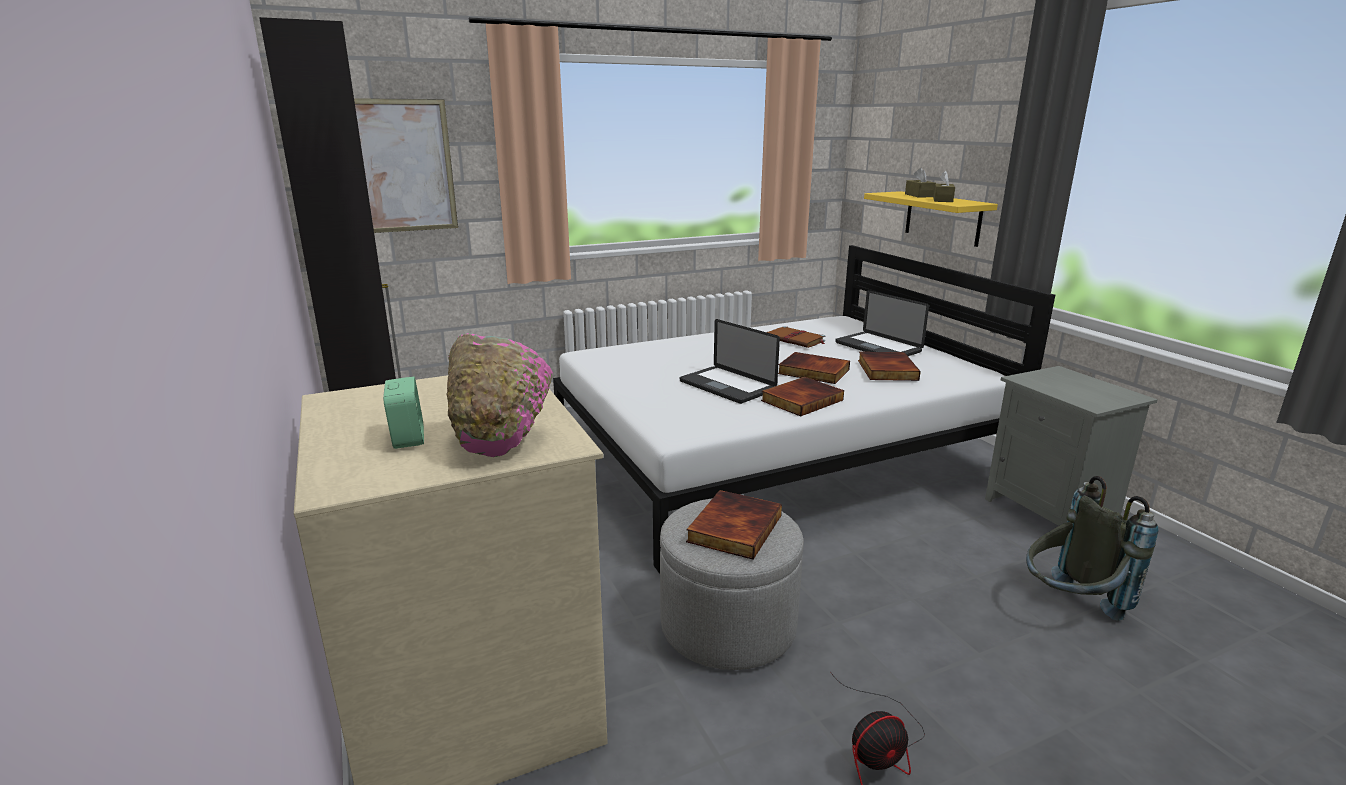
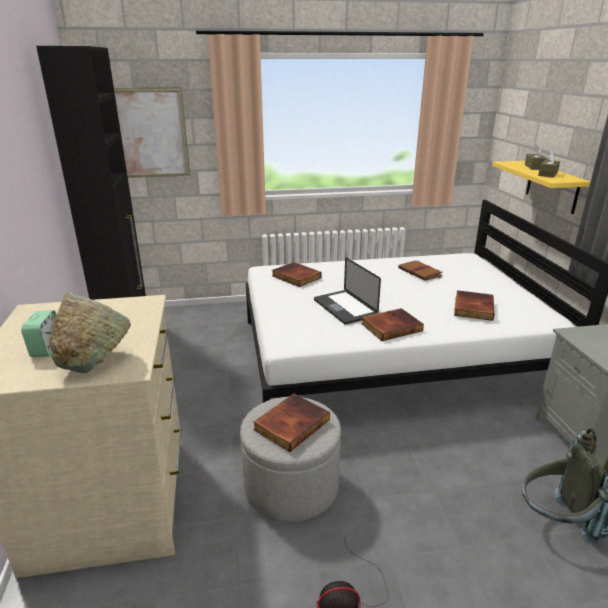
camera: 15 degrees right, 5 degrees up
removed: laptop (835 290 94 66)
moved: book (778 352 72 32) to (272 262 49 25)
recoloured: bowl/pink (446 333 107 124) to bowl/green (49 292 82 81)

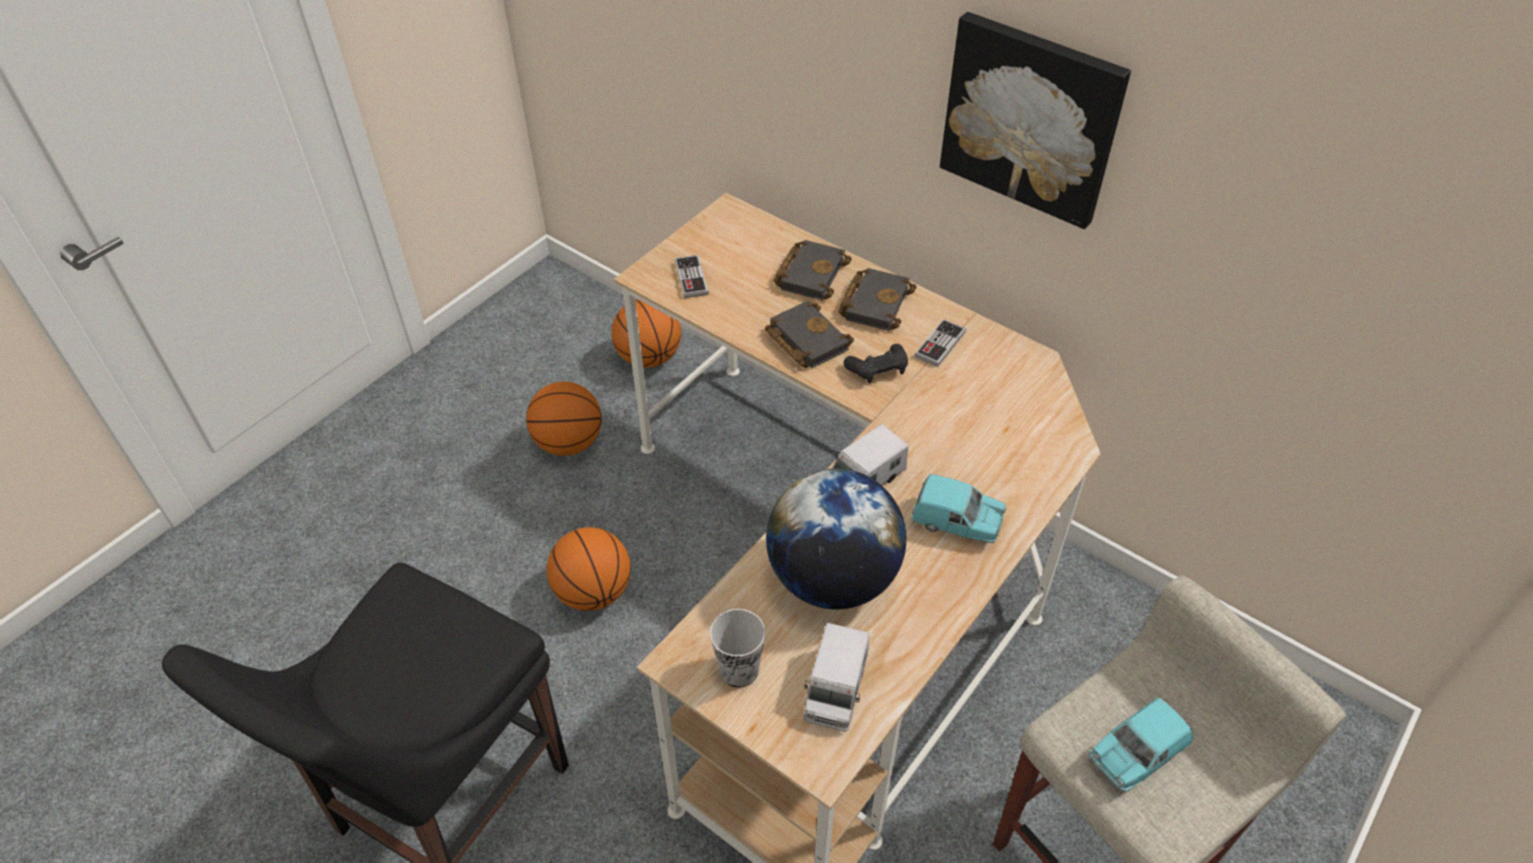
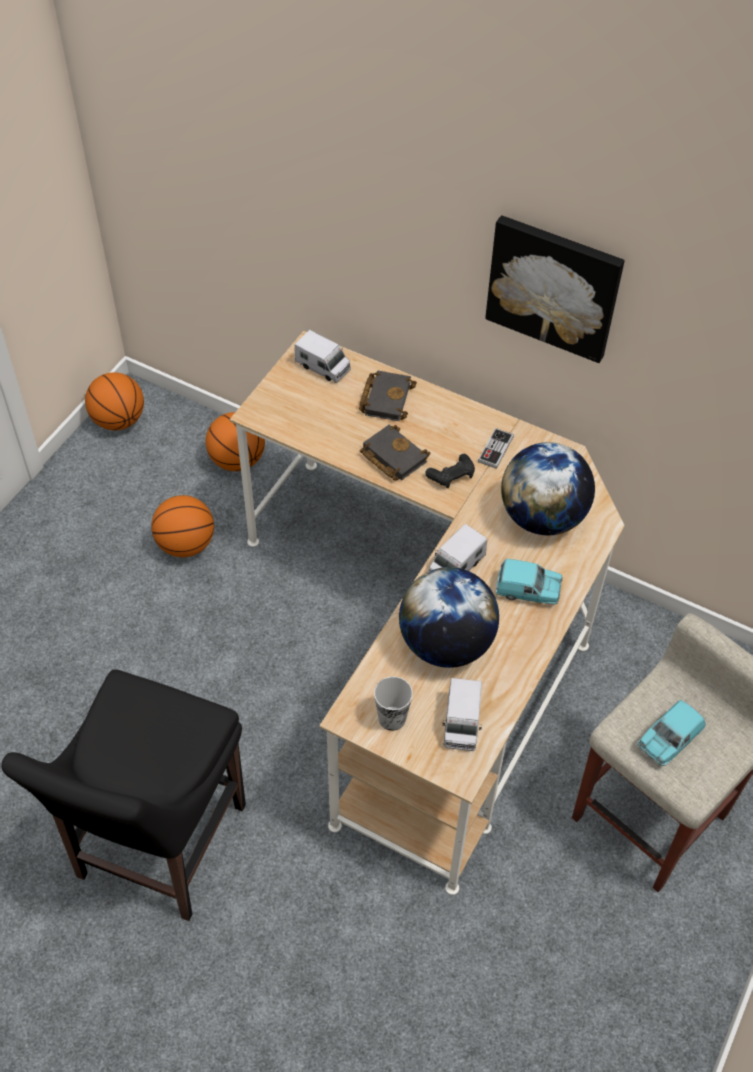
camera: 10 degrees left, 5 degrees up
removed: game controller (675 255 34 43); book/black (838 268 78 63)
added: toy truck (295 330 56 53); globe (501 442 94 93)
moved: basketball (547 527 84 84) to (85 372 59 58)

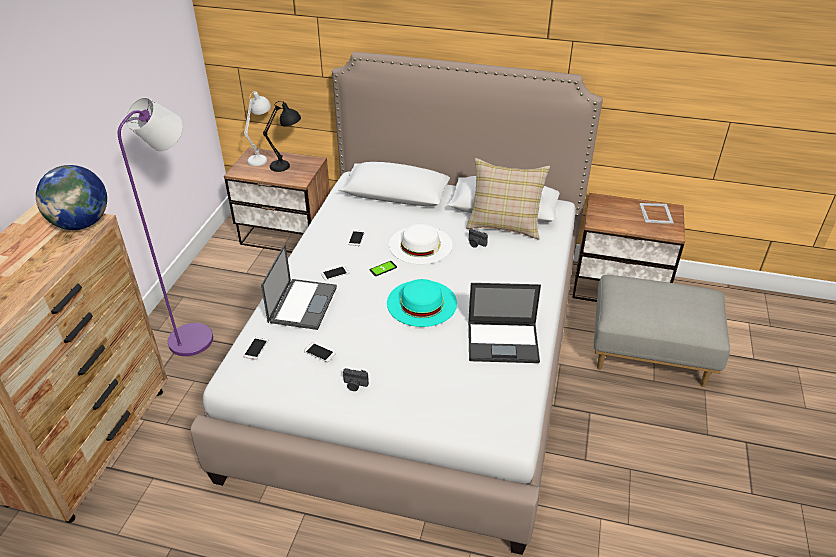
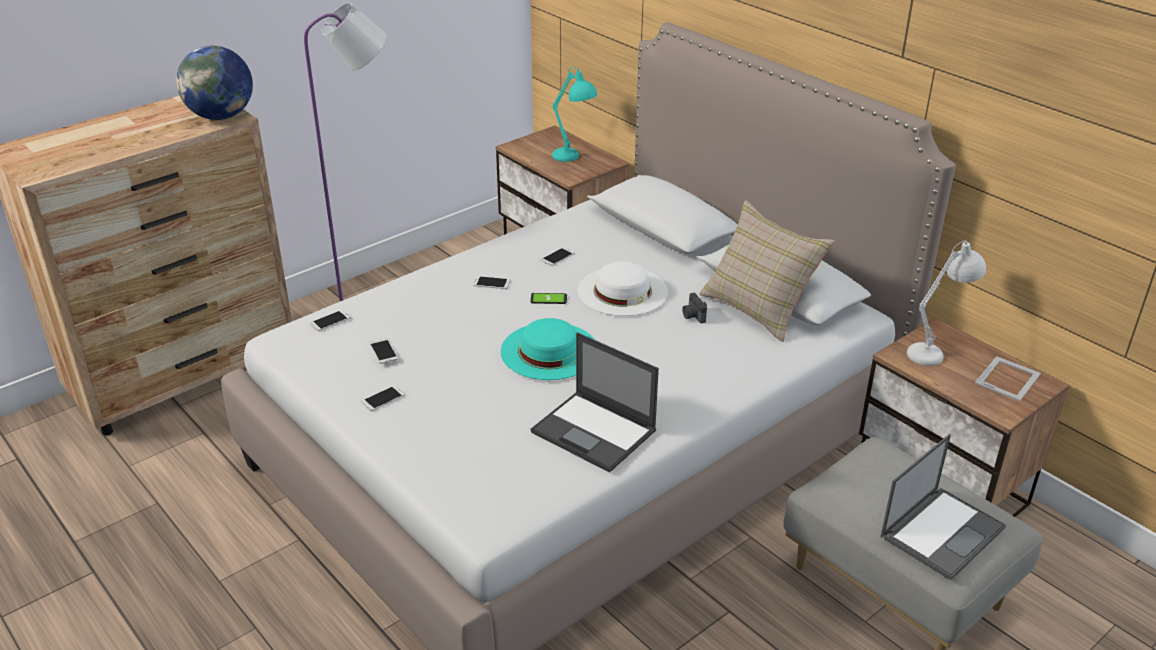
camera: 35 degrees right, 5 degrees down
moved: table lamp/white (244 91 27 75) to (907 240 79 126); laptop (261 244 76 86) to (880 434 126 146)
replaced: photo camera (343 368 26 23) to phone (361 385 44 26)
recoloured: table lamp/black (263 101 38 71) to table lamp/turquoise (552 67 45 95)

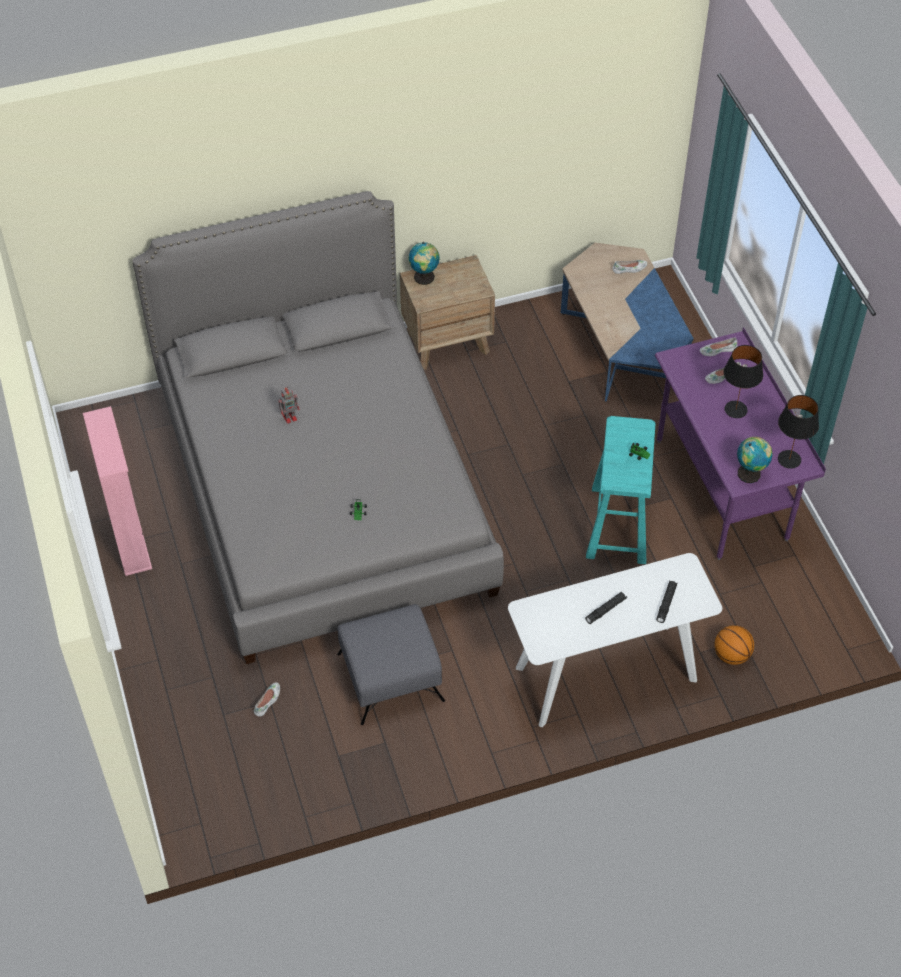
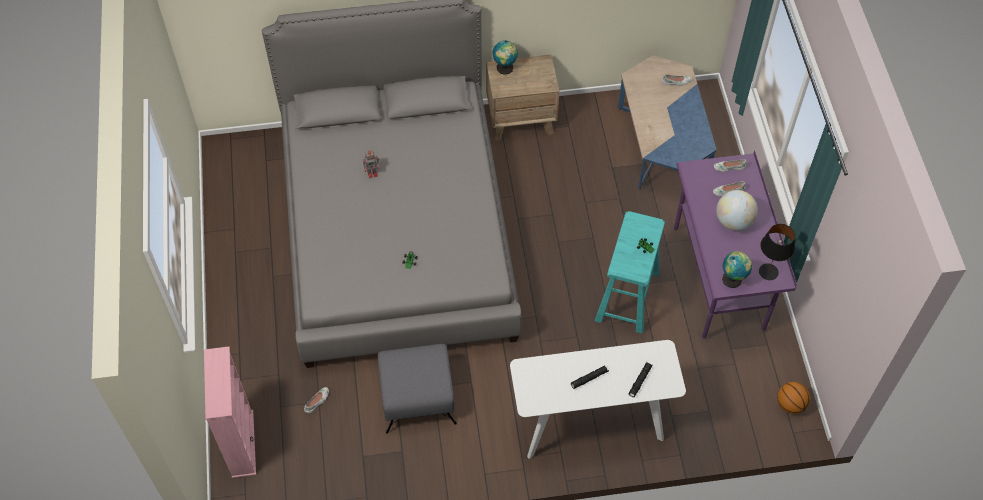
camera: 10 degrees right, 5 degrees up
moved: bookcase/pink (83 406 69 170) to (204 346 52 132); basketball (714 625 40 40) to (777 382 33 32)
replaced: table lamp/black (724 345 39 73) to globe (716 190 42 41)

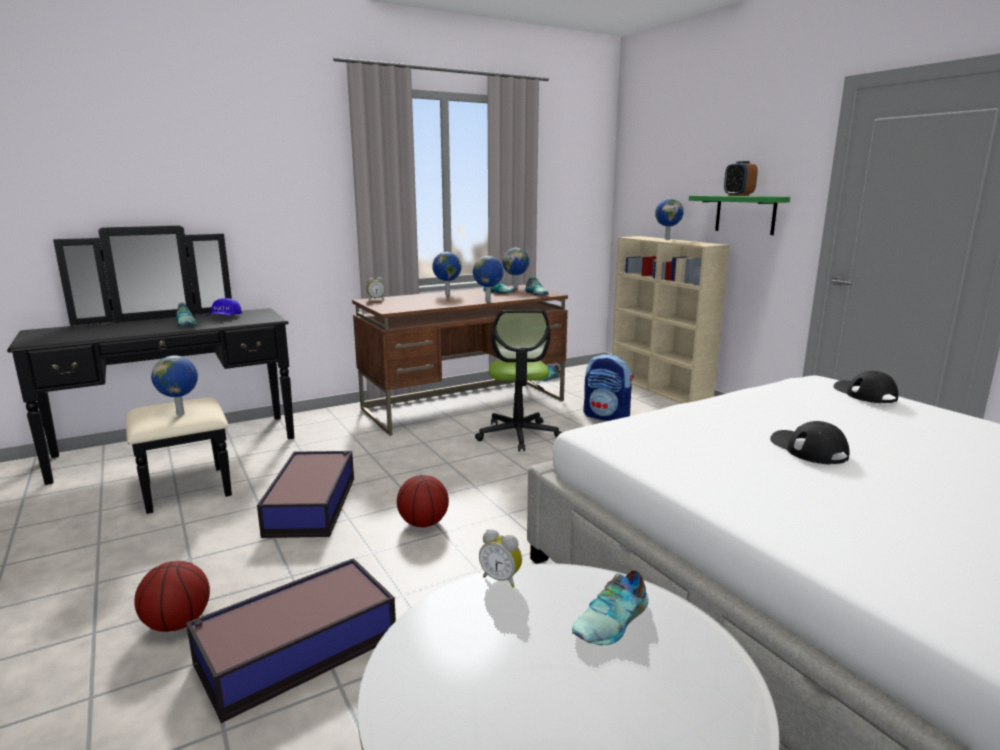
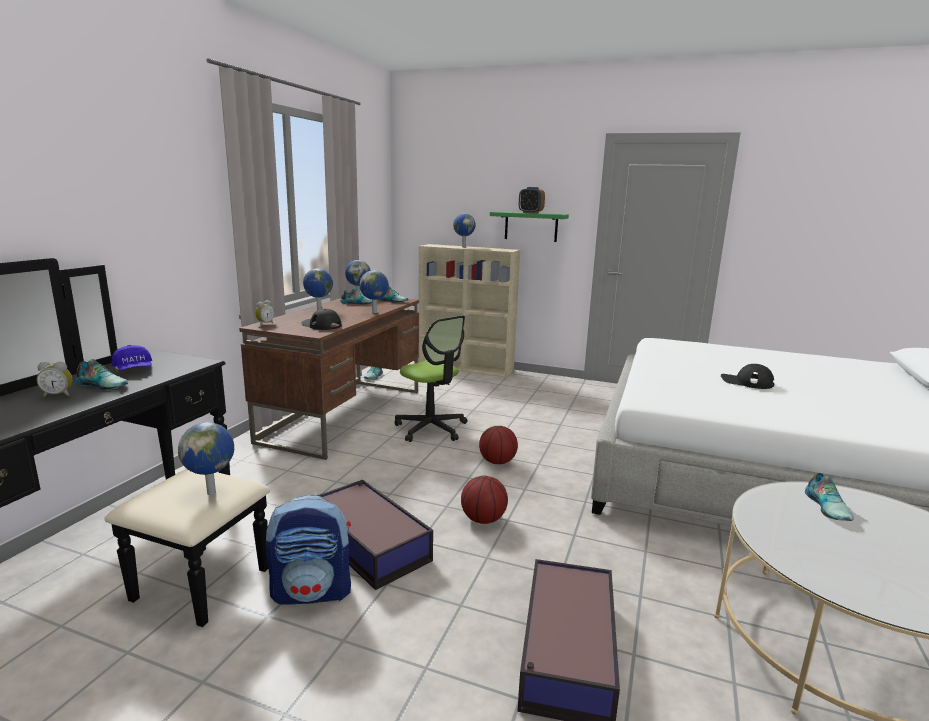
camera: 40 degrees left, 0 degrees up
moved: basketball (134 561 76 71) to (479 426 39 38); alarm clock (479 529 43 59) to (37 362 35 35); backpack (583 354 51 67) to (266 495 85 109); cap/black (833 371 66 32) to (301 309 41 21)

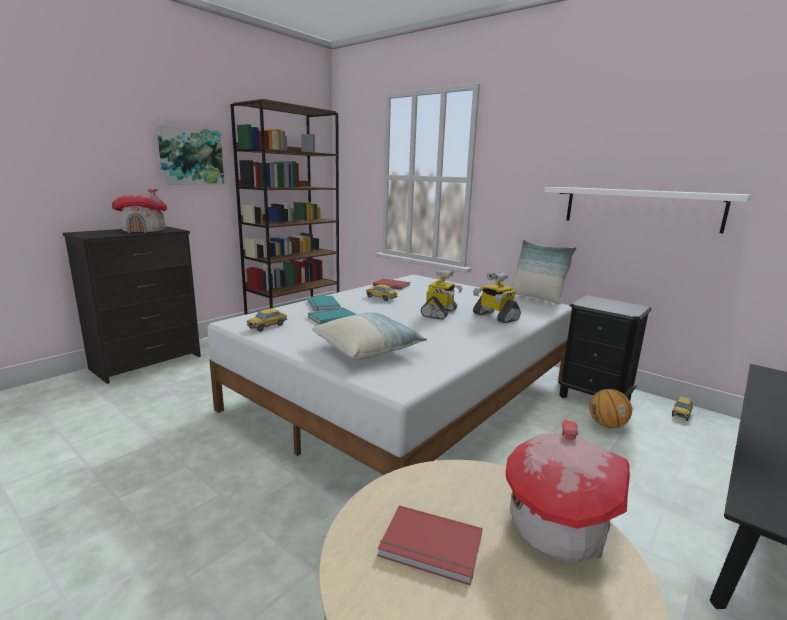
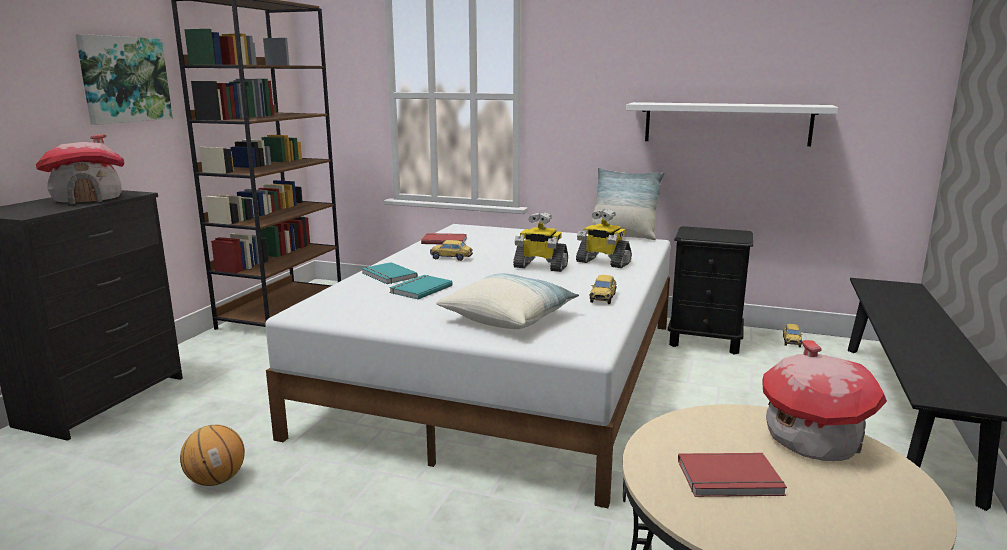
camera: 20 degrees left, 0 degrees up
moved: toy car (247 308 40 24) to (590 275 27 29); basketball (589 389 43 39) to (180 425 65 61)
turned: toy robot (421 269 41 51) = (513 212 55 60) 105 degrees clockwise

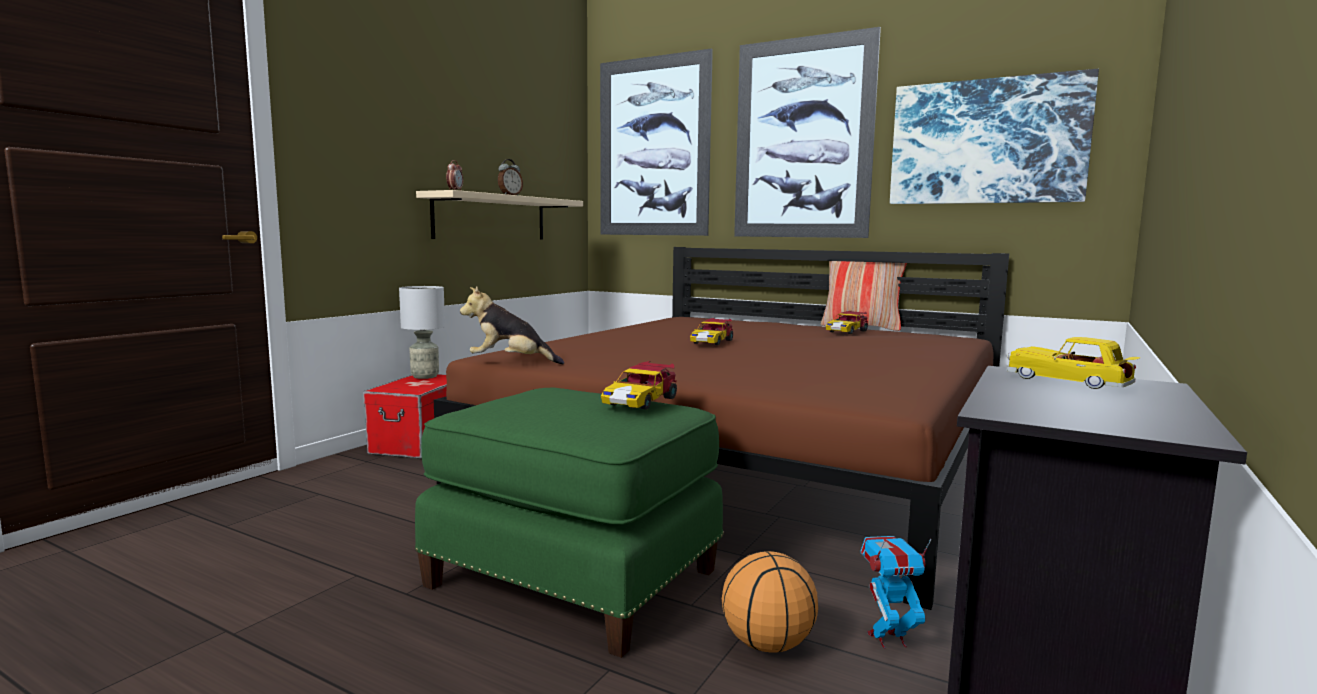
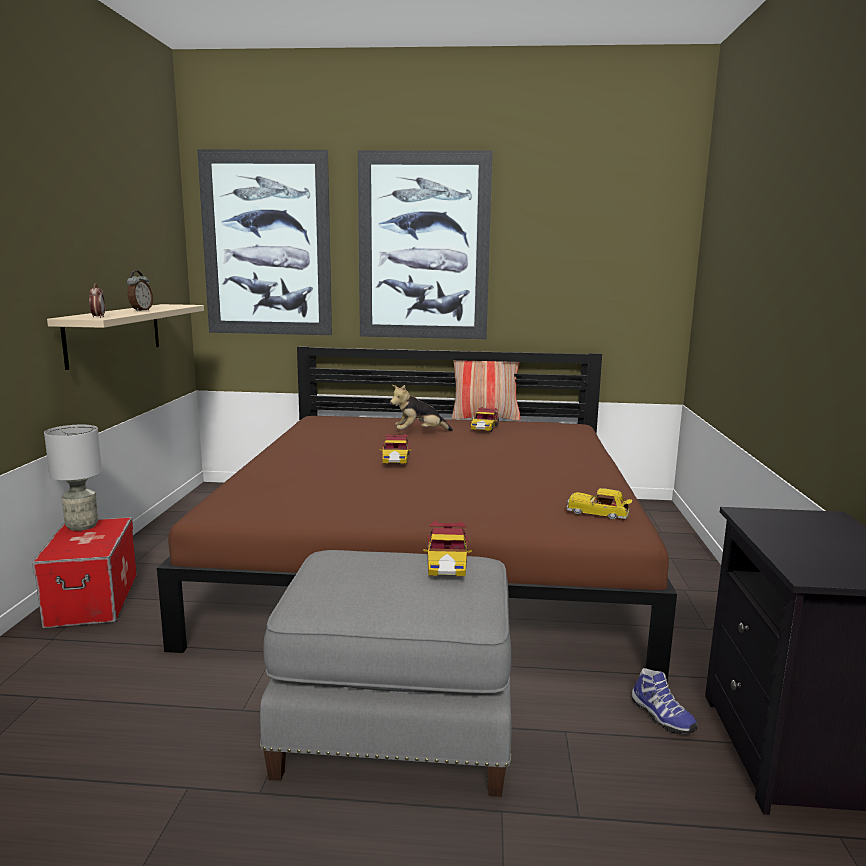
camera: 25 degrees left, 5 degrees up
removed: basketball (722 551 96 102); picture (890 69 209 135)
moved: plush toy (460 287 104 77) to (390 385 63 46); toy car (1006 337 134 52) to (567 488 65 32)
replaced: toy robot (860 536 71 113) to shoe (631 668 67 66)
recoloured: ottoman/green (415 388 309 270) to ottoman/grey (259 550 253 247)

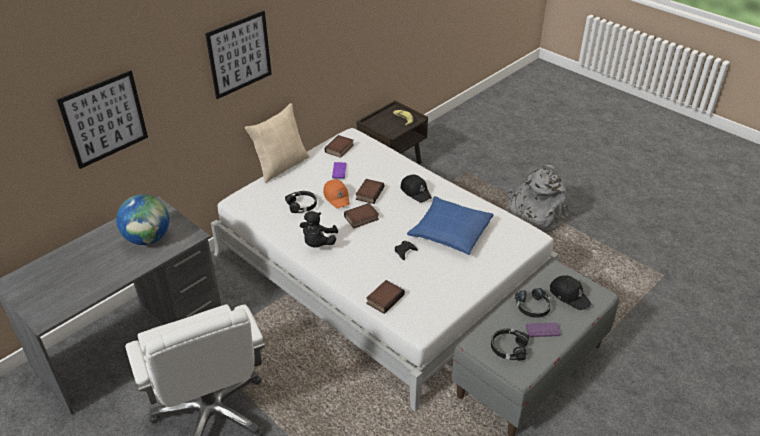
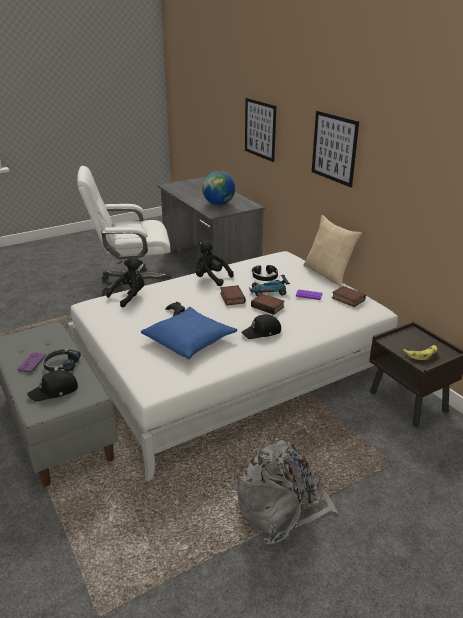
camera: 105 degrees right, 10 degrees down
removed: headphones/black (491 329 38 32)
replaced: cap/orange (323 179 27 30) to toy car (249 275 41 21); book (366 280 39 34) to plush toy/black (107 257 37 51)

